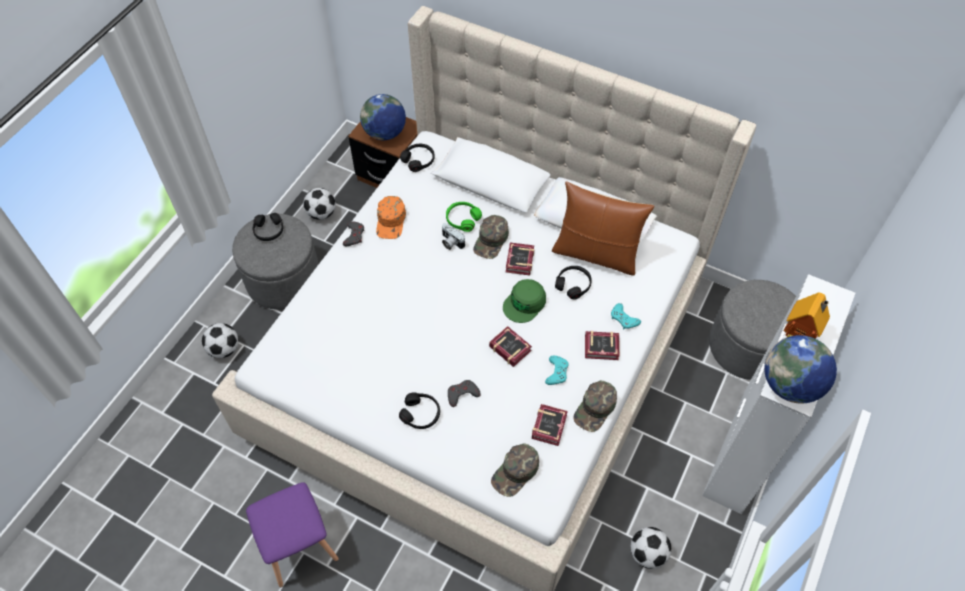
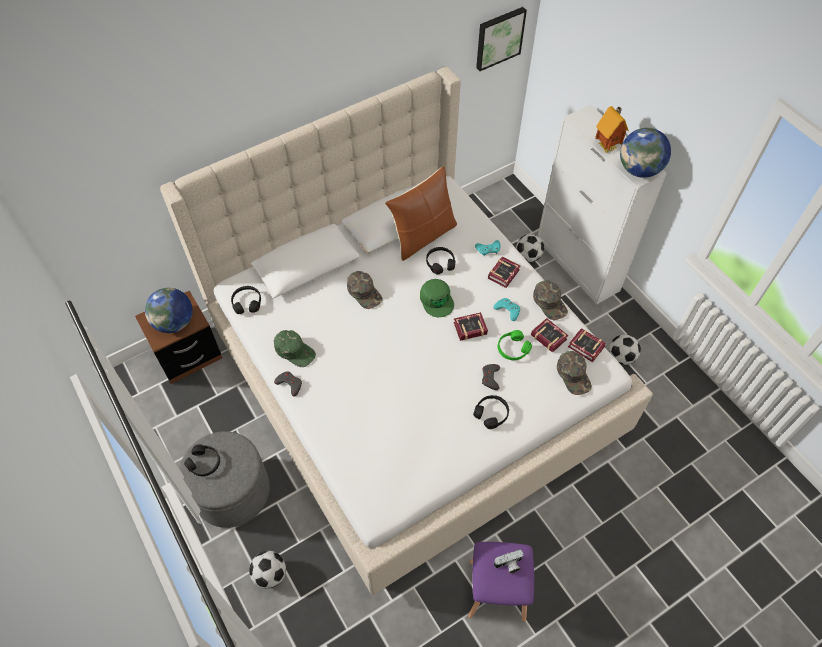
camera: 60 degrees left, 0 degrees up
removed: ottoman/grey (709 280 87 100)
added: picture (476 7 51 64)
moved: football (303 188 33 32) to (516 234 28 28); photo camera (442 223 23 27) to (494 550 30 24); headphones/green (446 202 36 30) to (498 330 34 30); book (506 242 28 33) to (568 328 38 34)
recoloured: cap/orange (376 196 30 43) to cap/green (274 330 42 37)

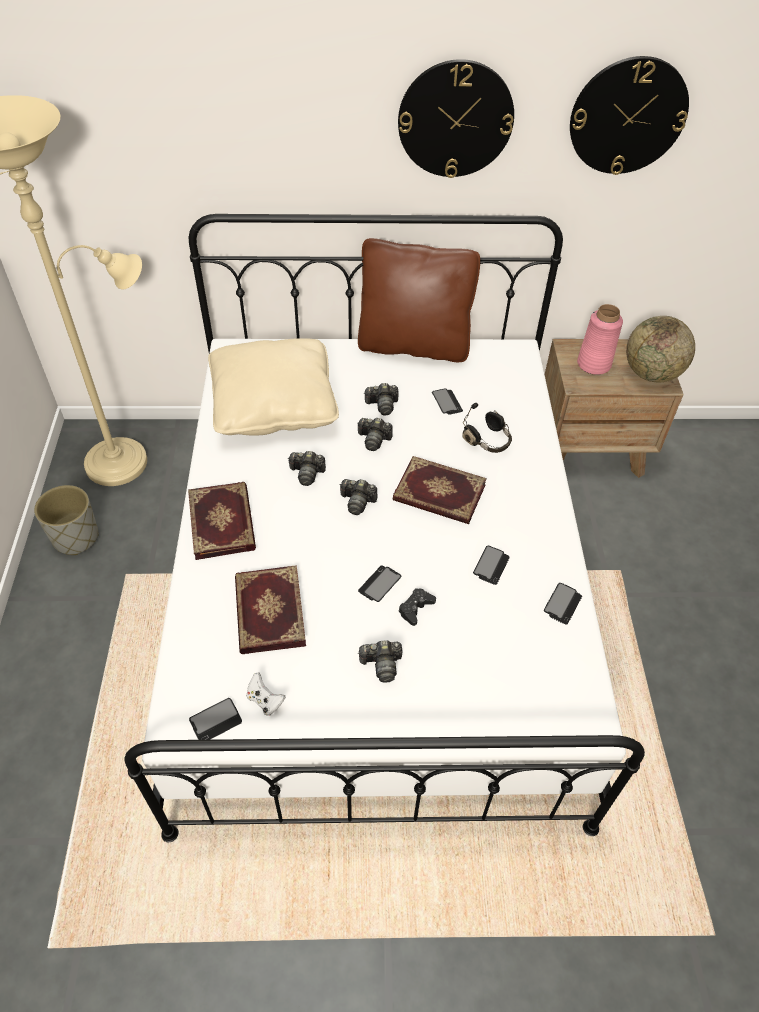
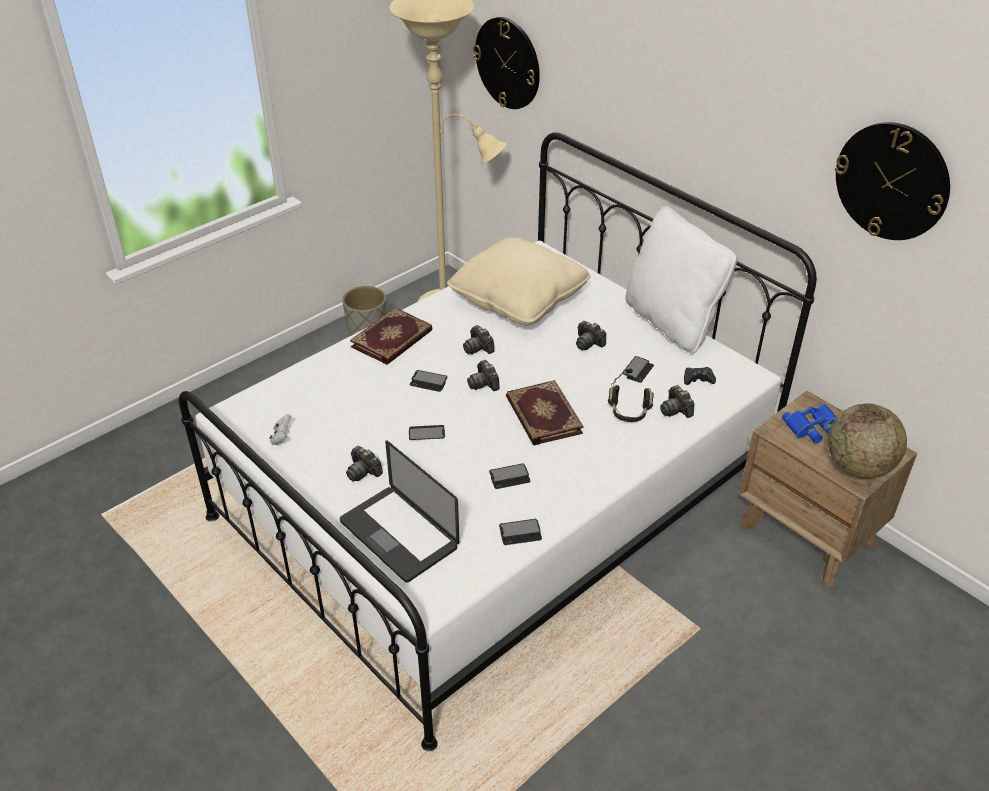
camera: 50 degrees right, 10 degrees down
removed: book (235 565 71 89)
added: laptop (340 440 119 143)
moved: phone (189 698 53 42) to (410 370 37 22); photo camera (357 418 36 33) to (660 385 34 33); wall clock (398 59 116 119) to (473 17 67 92); game controller/black (399 588 37 38) to (684 367 32 18)
replaced: vase/pink (577 304 46 71) to binoculars/blue (782 403 55 41)
recoloured: pillow/brown (358 238 122 124) to pillow/white (625 206 112 148)

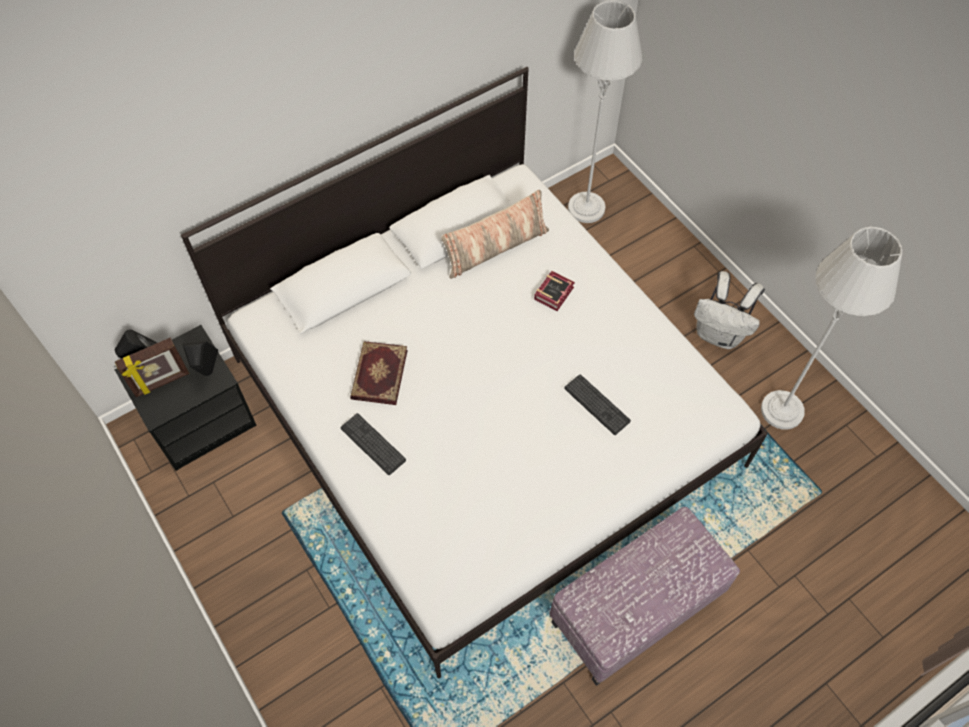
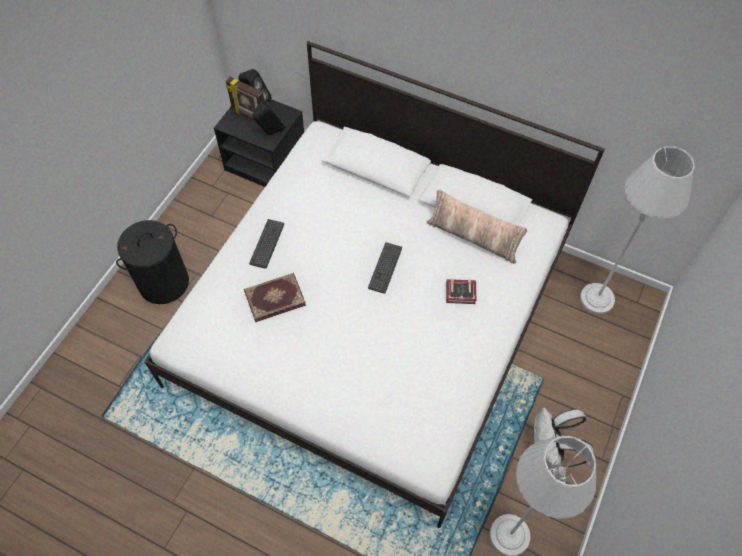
camera: 60 degrees right, 0 degrees up
removed: ottoman (550 507 190 179)
added: laundry basket/black (116 220 73 84)
moved: book (350 341 58 64) to (244 273 62 49); keyboard (564 374 67 61) to (368 242 34 52)

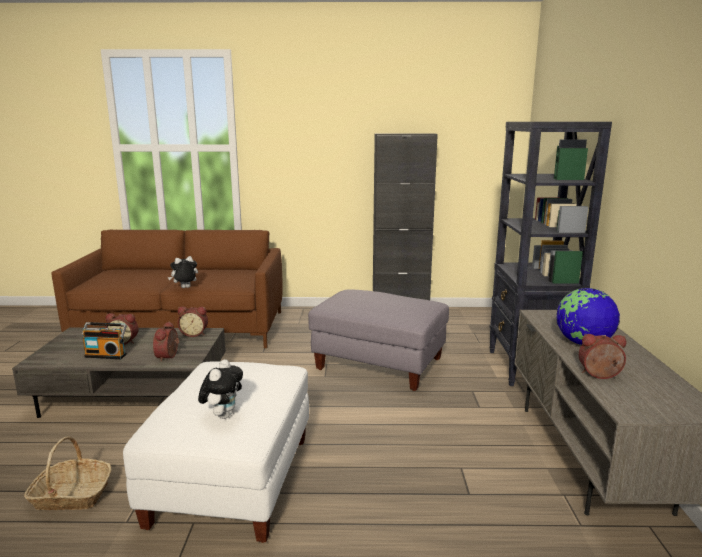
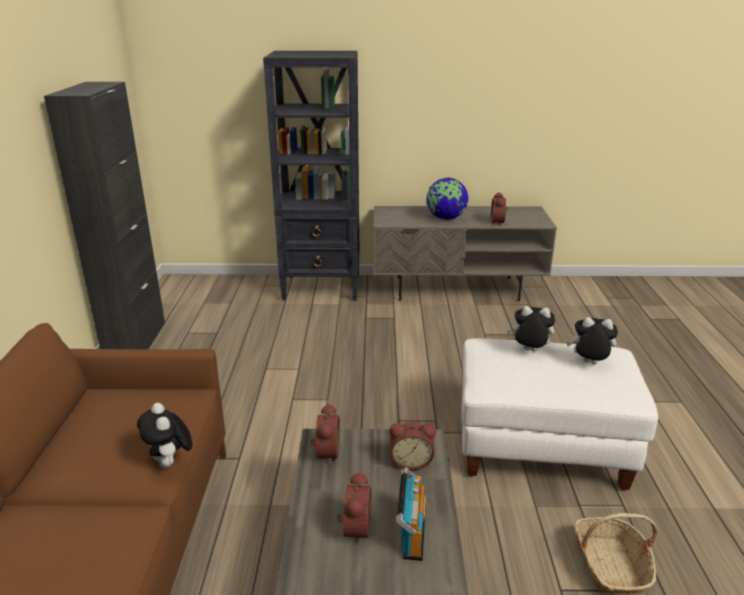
camera: 90 degrees left, 10 degrees up
removed: ottoman/grey (308 289 141 102)
added: plush toy (507 306 48 46)

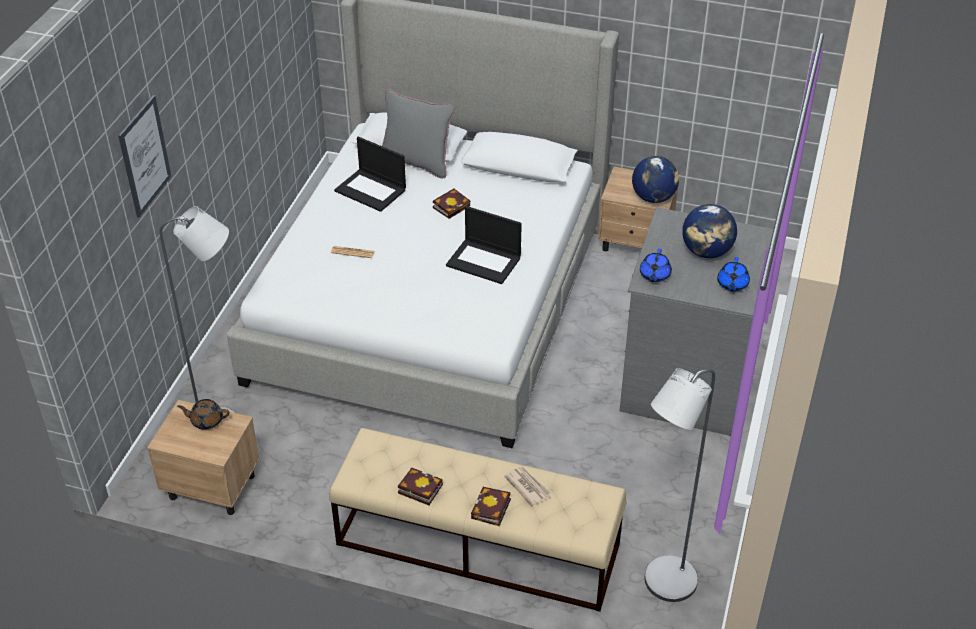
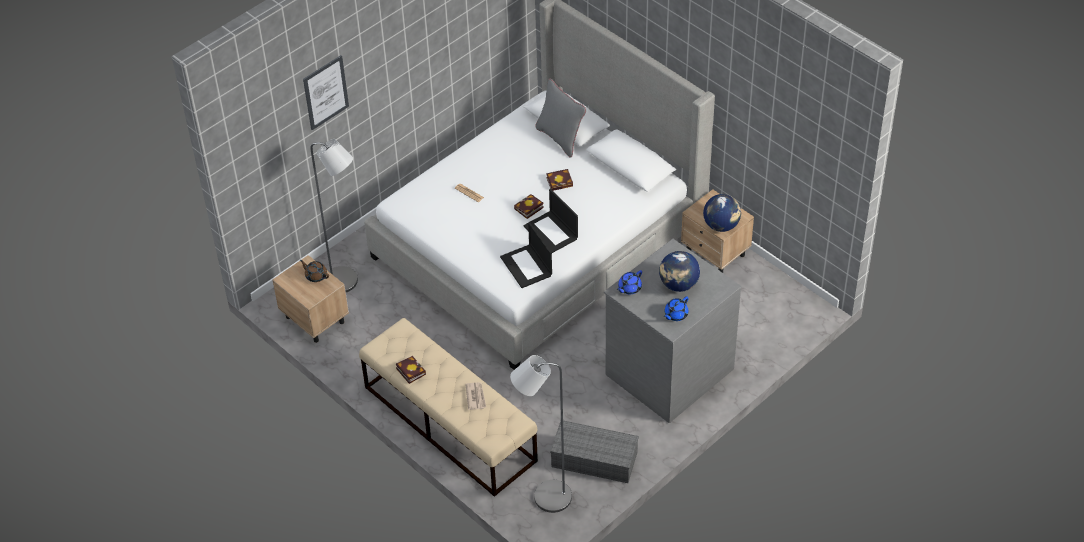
camera: 30 degrees right, 5 degrees up
added: storage box/grey (550 420 89 63)
moved: laptop (334 137 72 75) to (500 222 52 66); book (471 487 40 39) to (514 194 30 25)

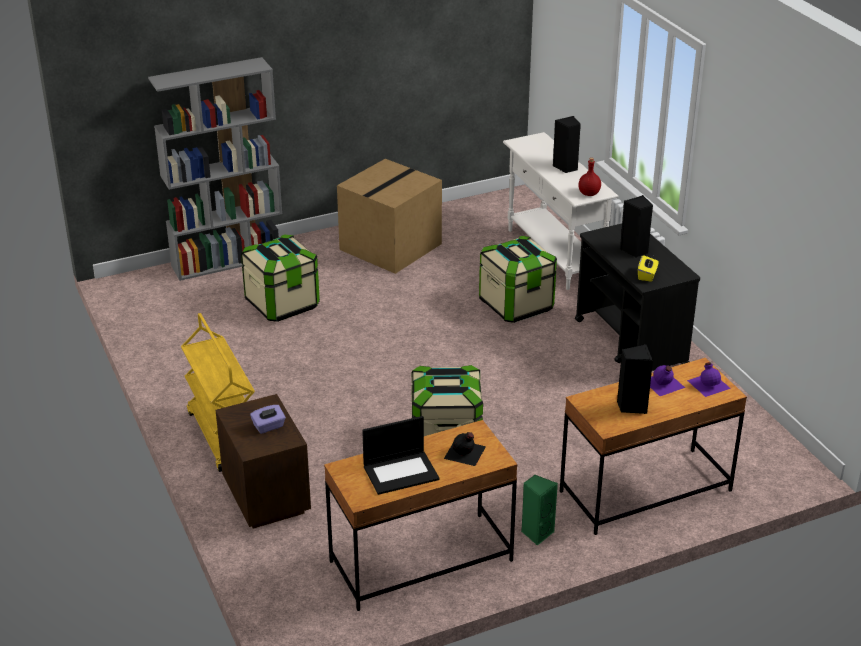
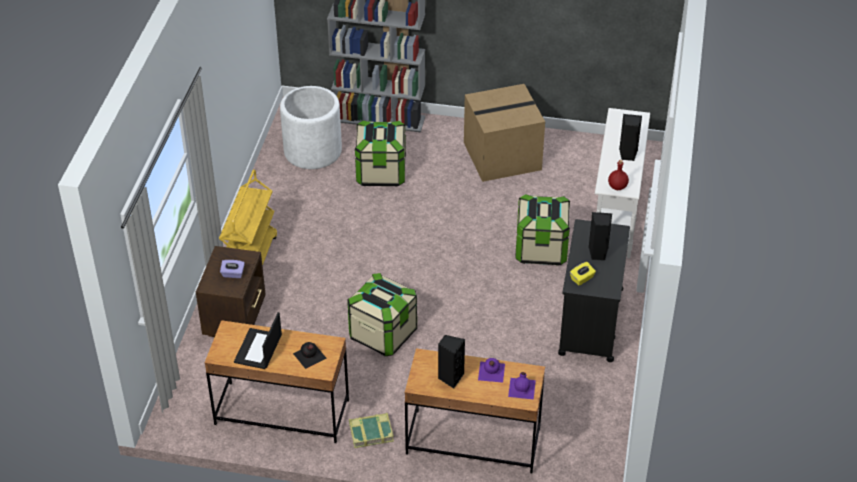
camera: 35 degrees right, 10 degrees up
added: planter/white (280 86 62 83)
replaced: speaker/green (521 475 37 71) to book (349 413 45 35)
turned: laptop (362 416 77 79) = (234 312 48 57) 90 degrees clockwise

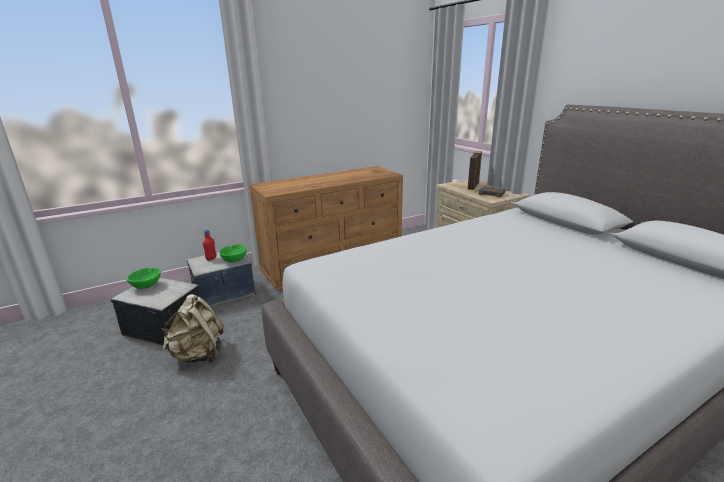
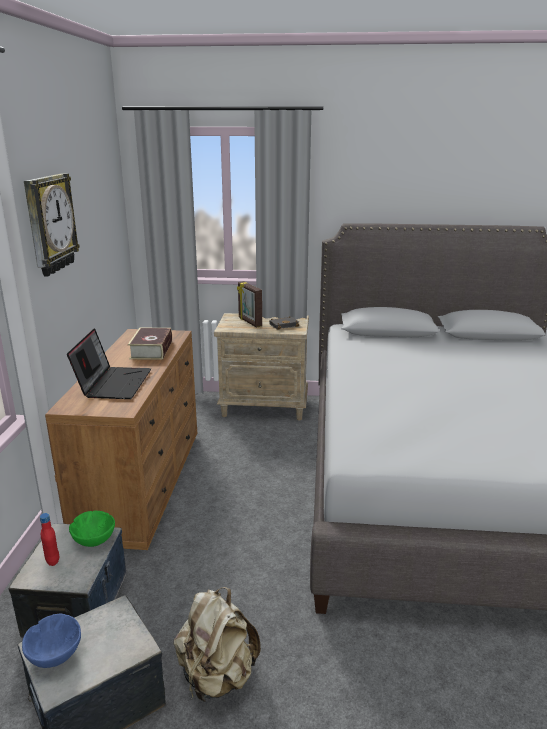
camera: 55 degrees left, 0 degrees up
added: wall clock (24 173 56 103); laptop (67 328 84 71); book (128 328 44 32)
recoloured: bowl/green (126 268 35 21) to bowl/blue (22 614 59 54)

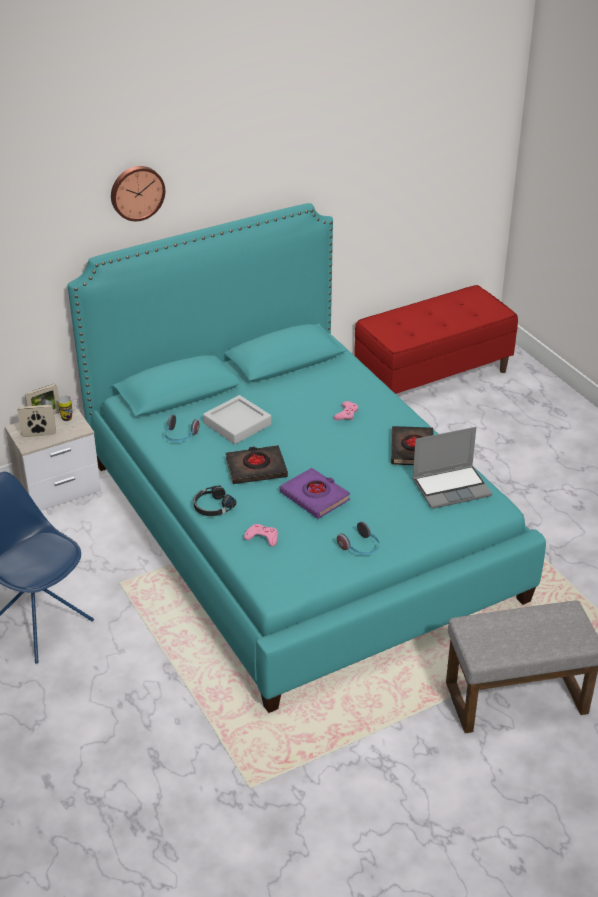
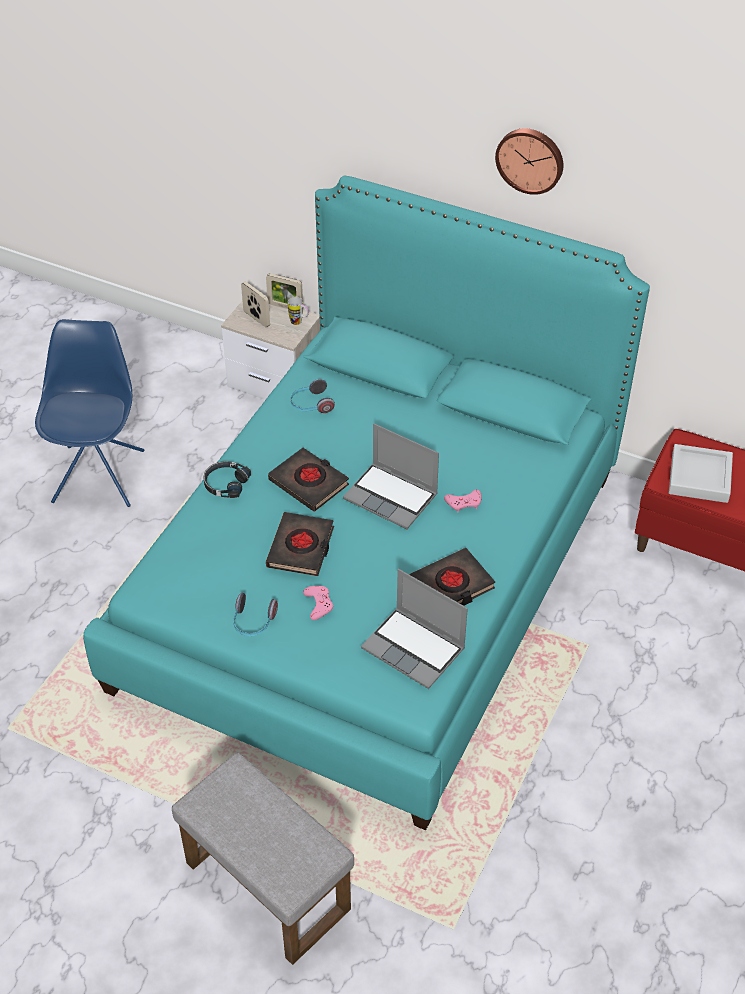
camera: 55 degrees right, 10 degrees up
added: laptop (343 423 96 106)
moved: wall clock (111 166 54 55) to (495 128 68 67); tray/grey (203 395 68 49) to (669 444 64 59); game controller/pink (244 524 34 22) to (303 586 30 34)
recoloured: book/purple (280 468 70 51) to book/black (266 512 68 64)

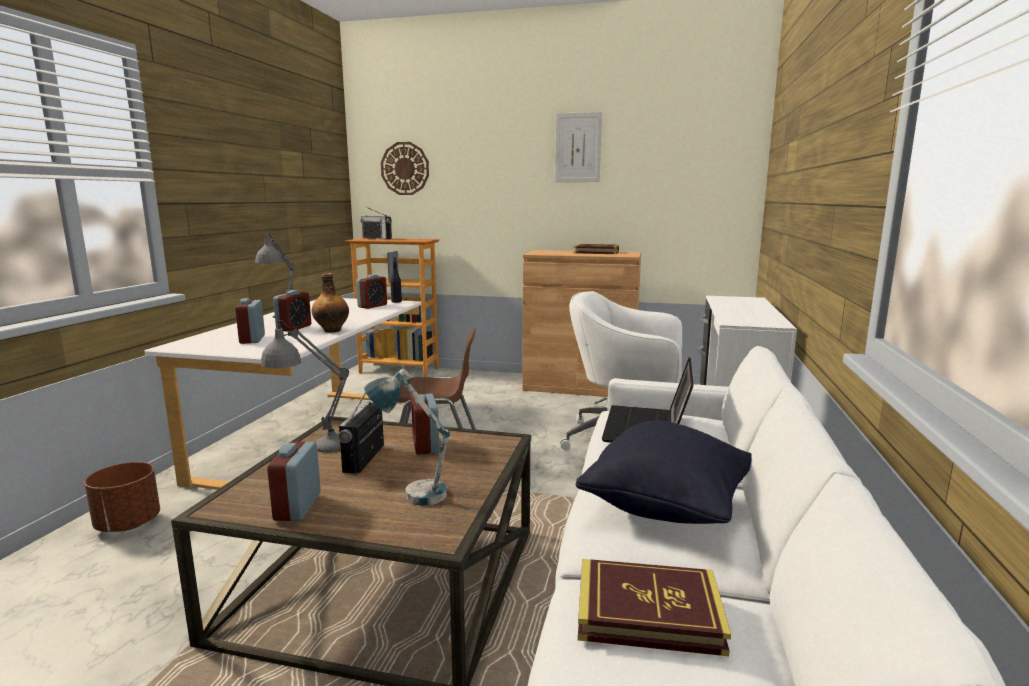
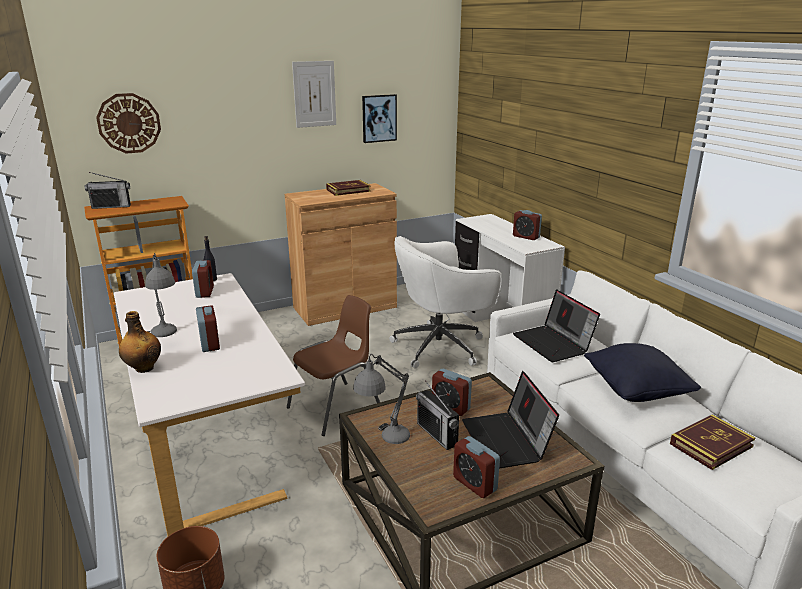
camera: 40 degrees left, 10 degrees up
added: picture (362 94 35 49)
moved: alarm clock (235 298 30 46) to (513 210 29 30); bottle (312 273 37 60) to (119 311 42 62)
replaced: table lamp (364 369 86 137) to laptop (462 371 97 98)

